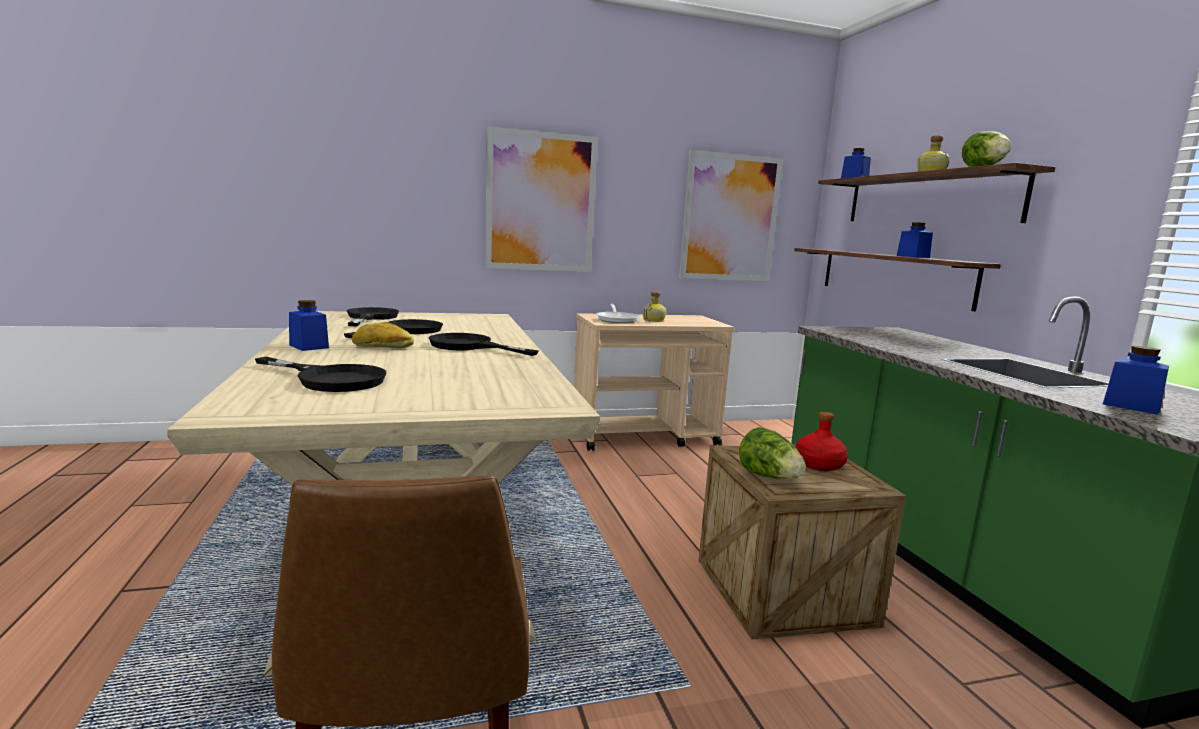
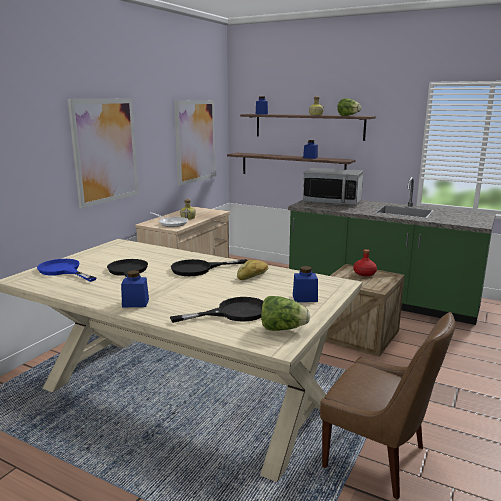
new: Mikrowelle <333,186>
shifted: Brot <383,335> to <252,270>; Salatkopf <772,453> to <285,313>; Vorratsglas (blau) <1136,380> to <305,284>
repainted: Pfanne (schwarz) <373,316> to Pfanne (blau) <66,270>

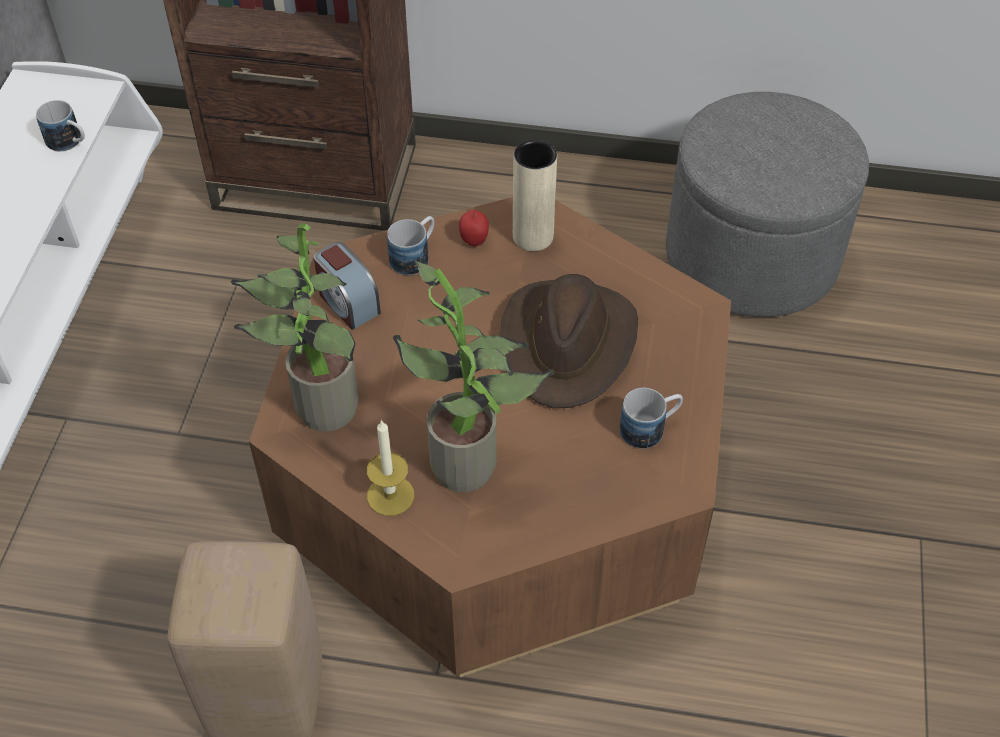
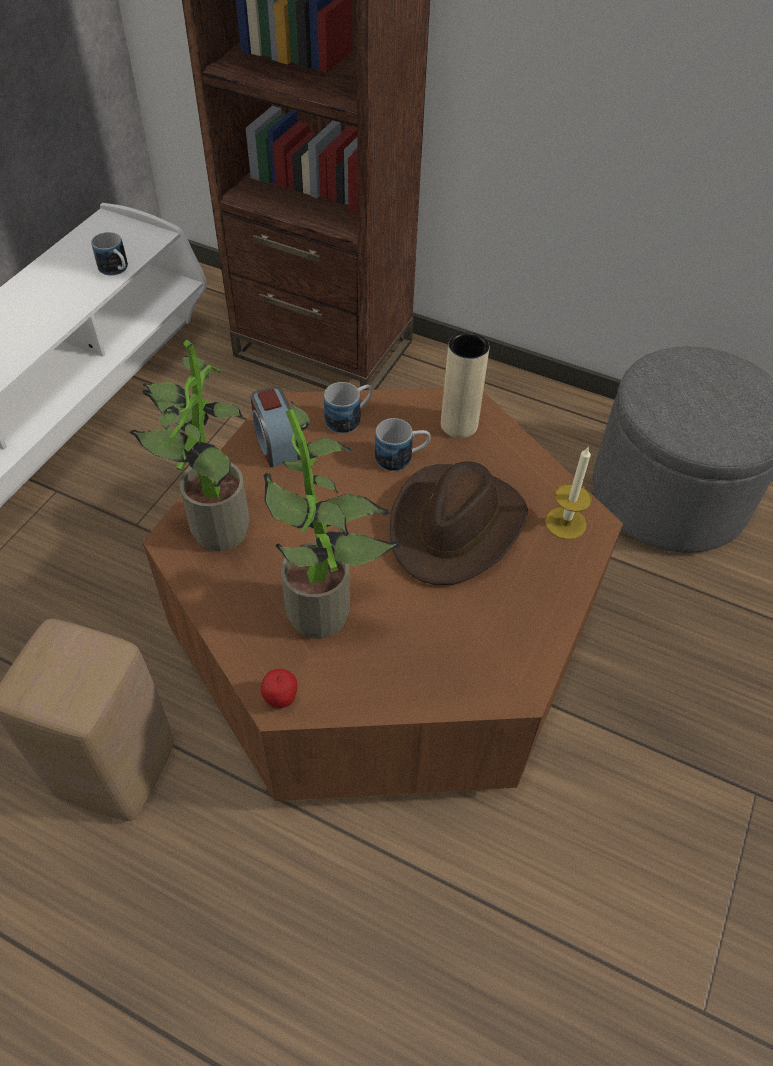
shifted: Kerze <390,468> to <568,493>; Apfel <474,228> to <279,688>; Henkelbecher <651,418> to <403,444>

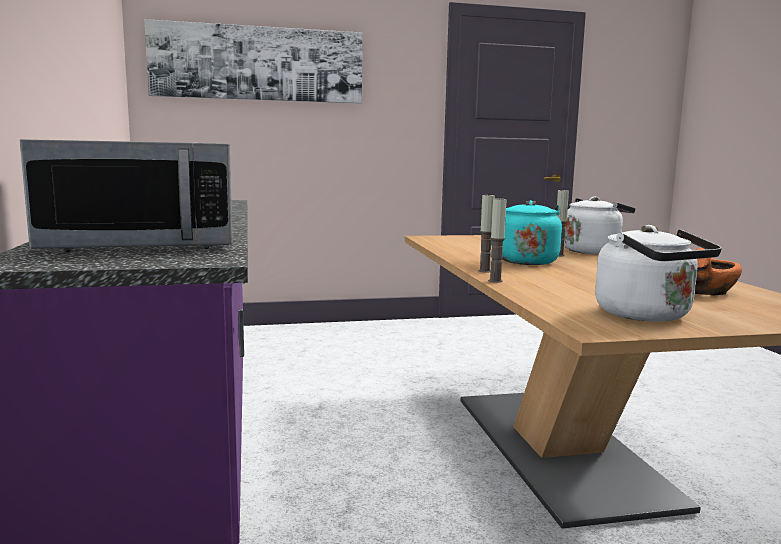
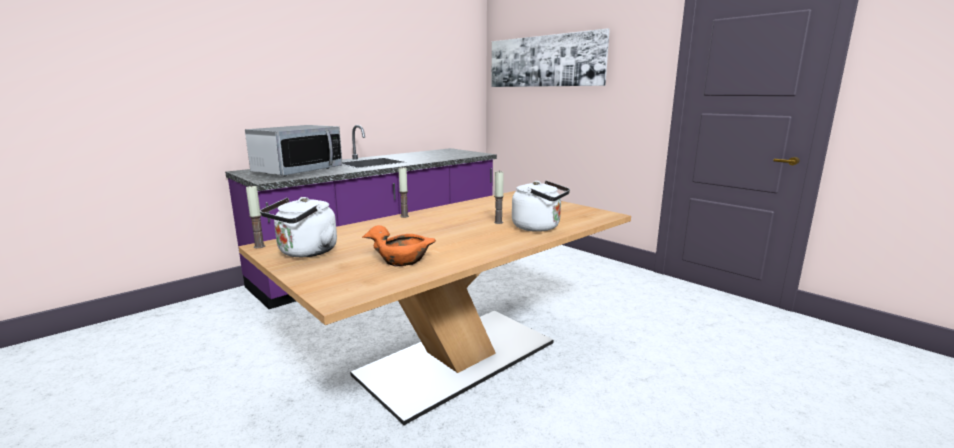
gone: Wasserkessel (türkis) <526,232>
shifted: Kerze <497,239> to <255,216>
rotated: Mikrowelle <126,195> = <294,151> 105 degrees counterclockwise

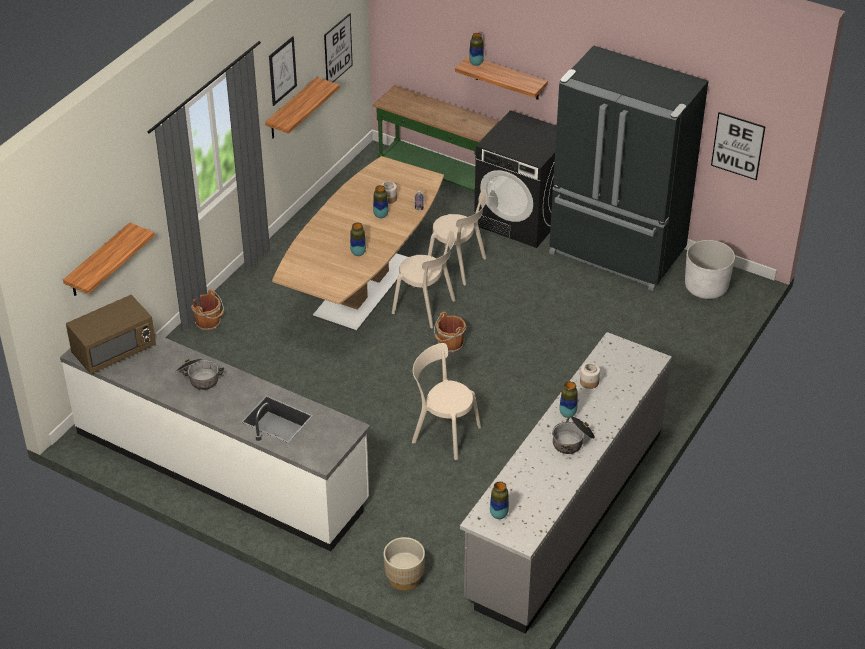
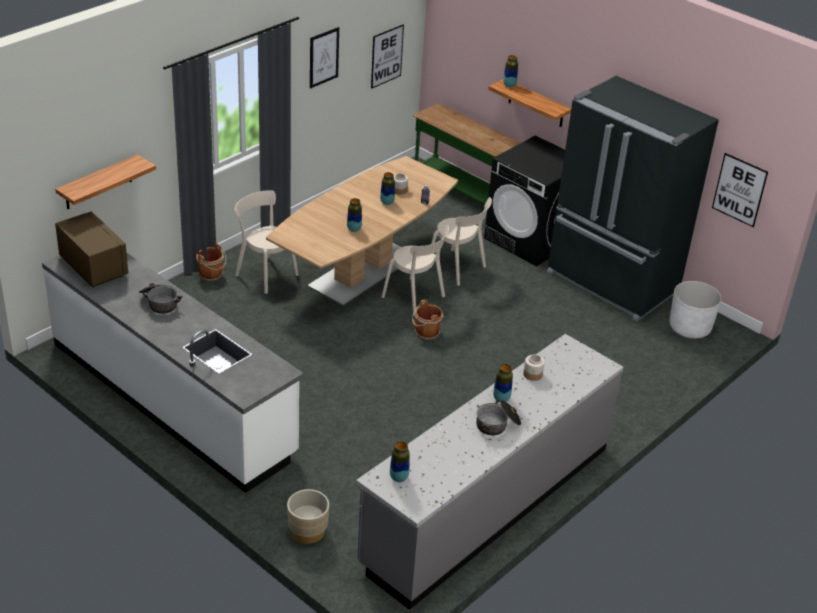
gone: Wandregal <302,107>
shifted: Stuhl (beige) <446,401> to <267,242>
rotated: Mikrowelle (braun) <111,334> = <91,249> 105 degrees counterclockwise

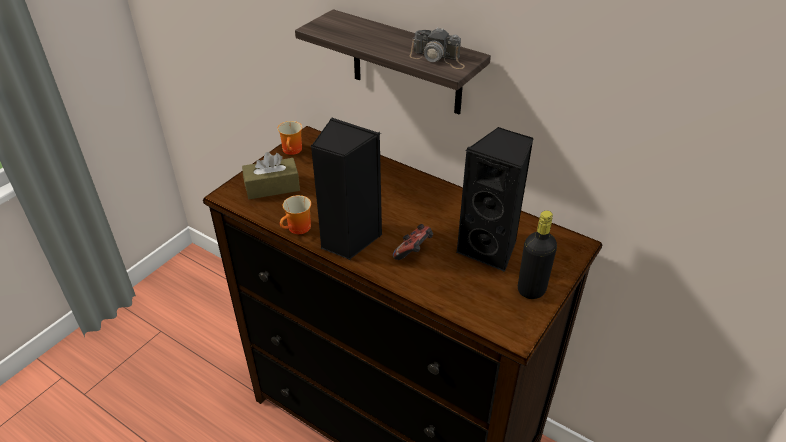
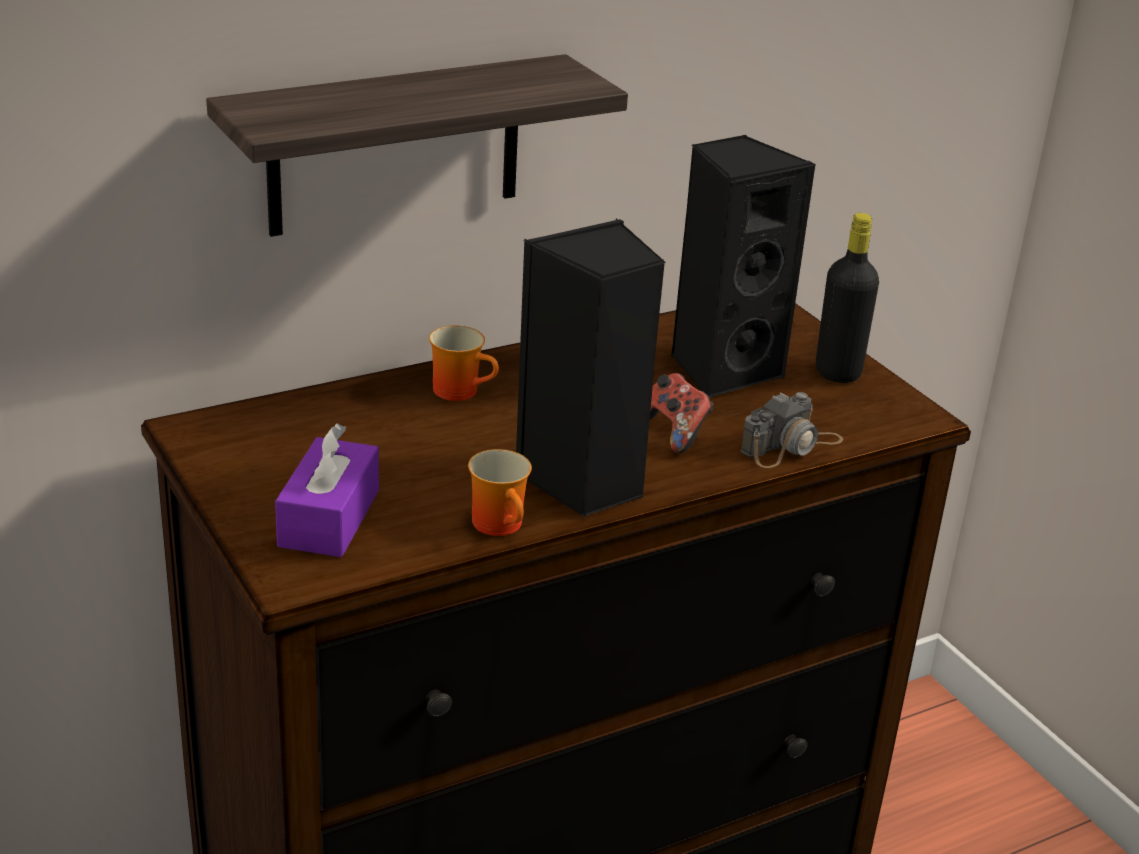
shifted: Henkelbecher <290,138> to <464,363>; Kamera <437,48> to <791,430>
repainted: Taschentuchbox (braun) <271,175> to Taschentuchbox (lila) <327,490>

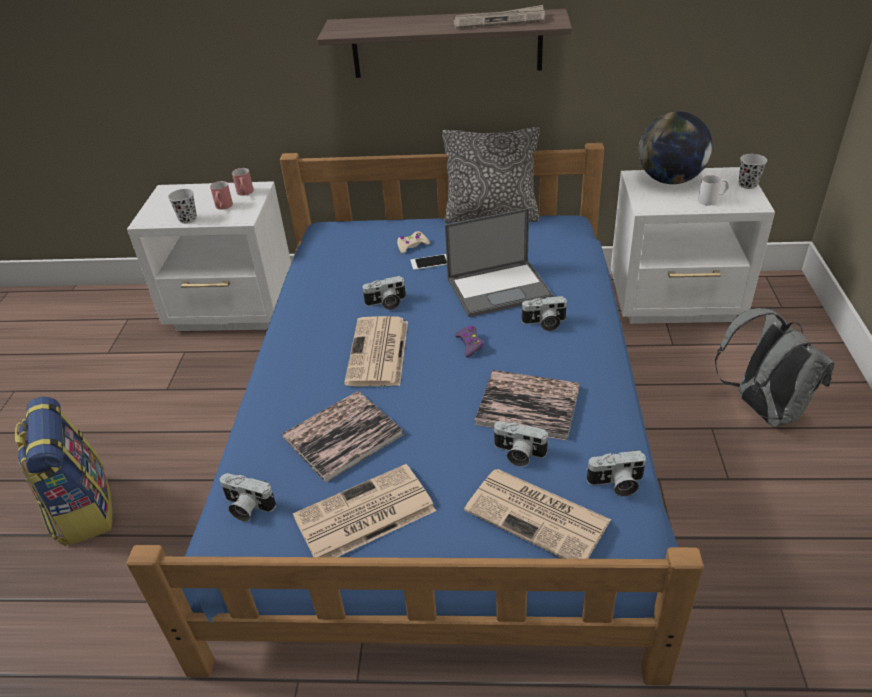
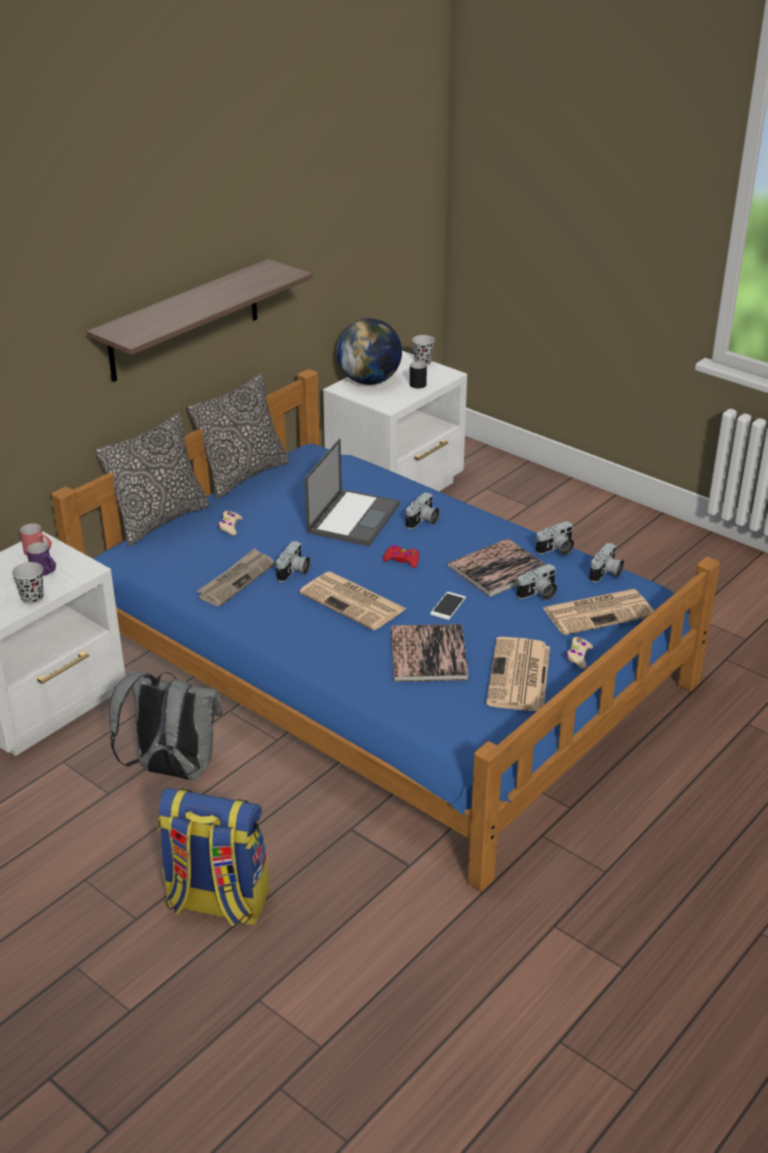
new: Kissen <152,479>; Gamepad (beige) <579,653>
shifted: Kamera <248,497> to <555,538>; Handy <428,262> to <448,606>; Zeitung <499,17> to <236,577>; Rucksack (grau) <774,367> to <165,725>
repainted: Henkelbecher (rot) <221,195> to Henkelbecher (lila) <41,559>; Gamepad (lila) <469,341> to Gamepad (rot) <401,556>; Henkelbecher (weiß) <713,190> to Henkelbecher (schwarz) <418,375>

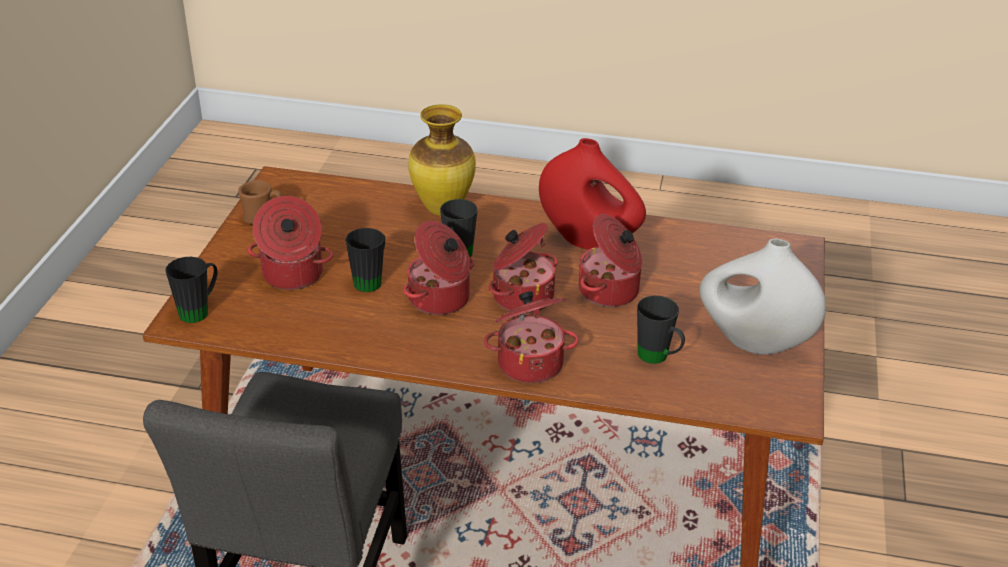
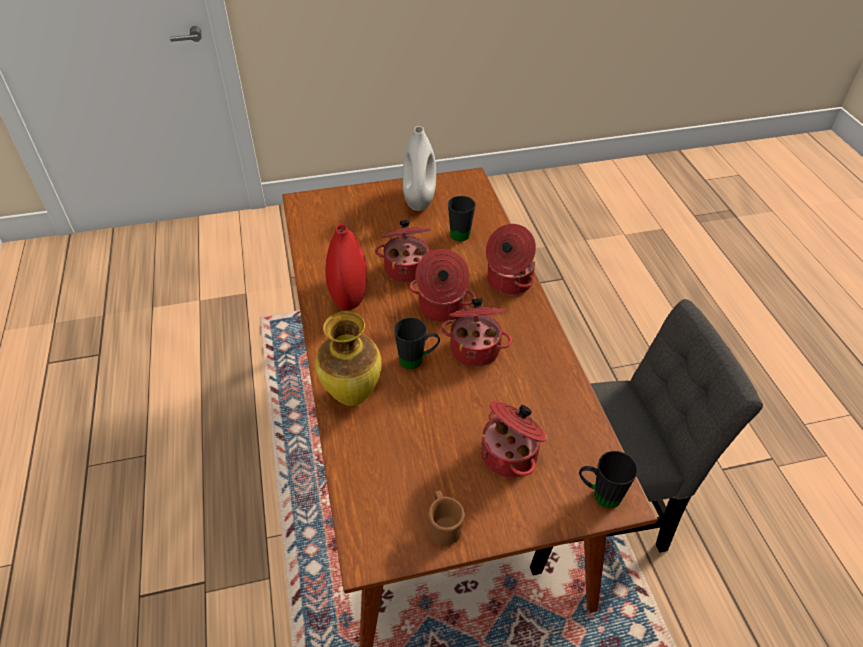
gone: Henkelbecher (schwarz) <365,260>

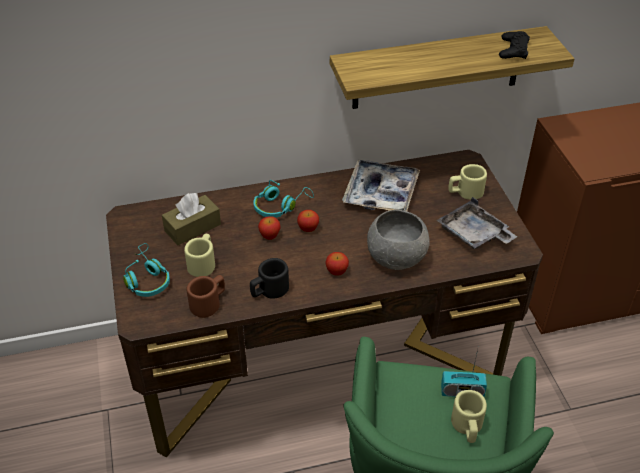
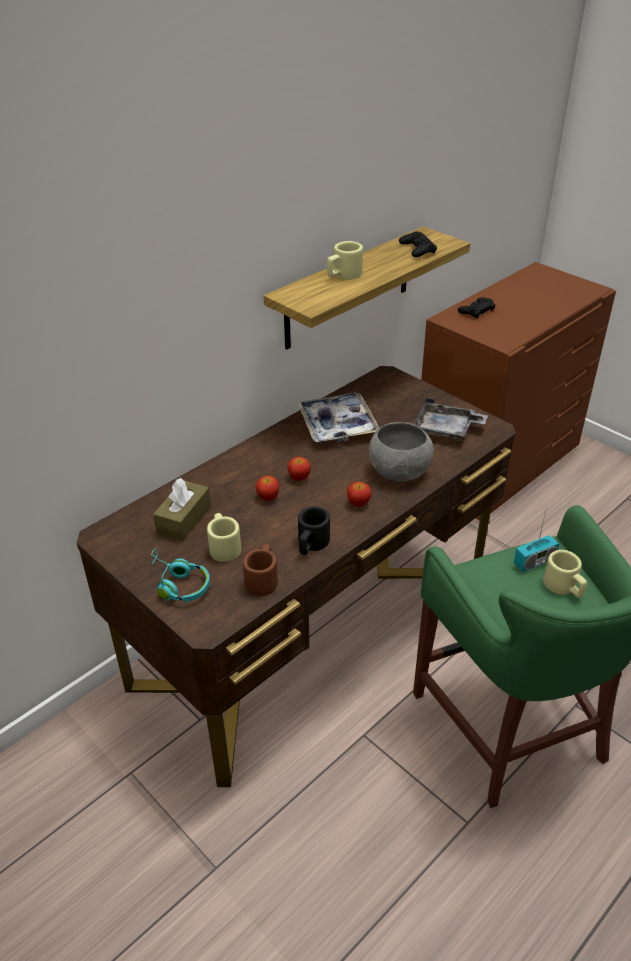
gone: Kopfhörer (türkis) <283,199>
new: Gamepad (schwarz) <477,307>
shifted: Henkelbecher (beige) <468,182> to <345,260>

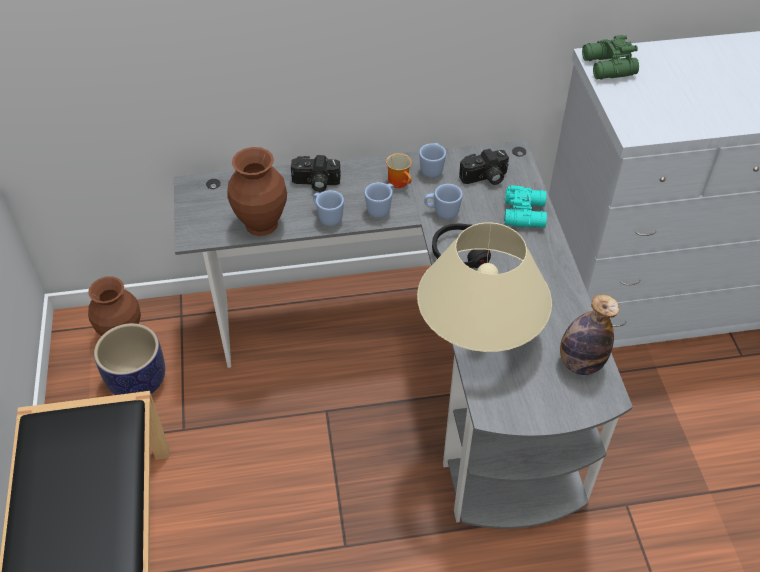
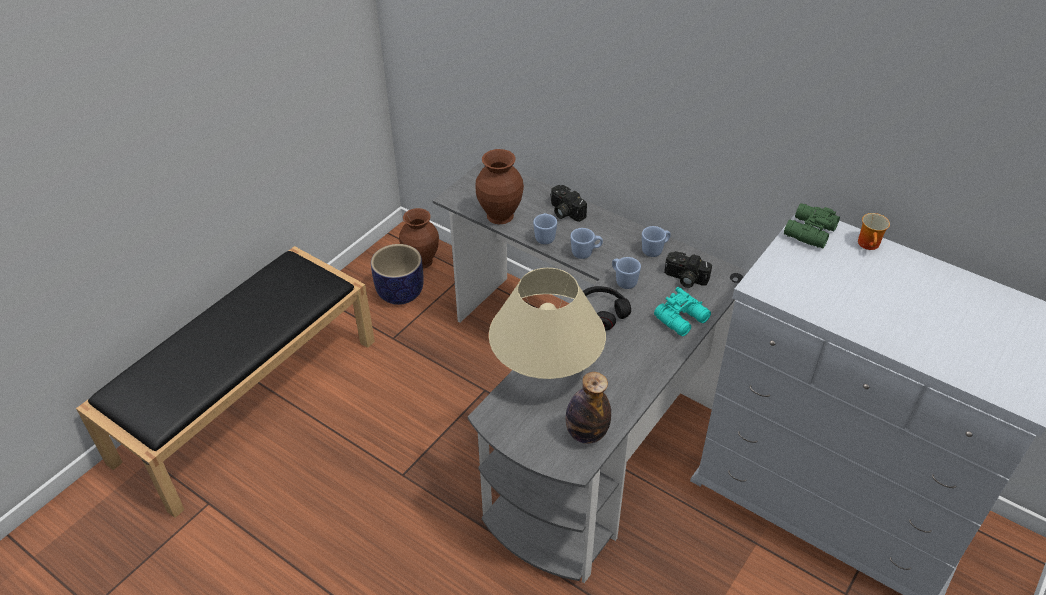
shifted: Henkelbecher <399,170> to <874,231>

